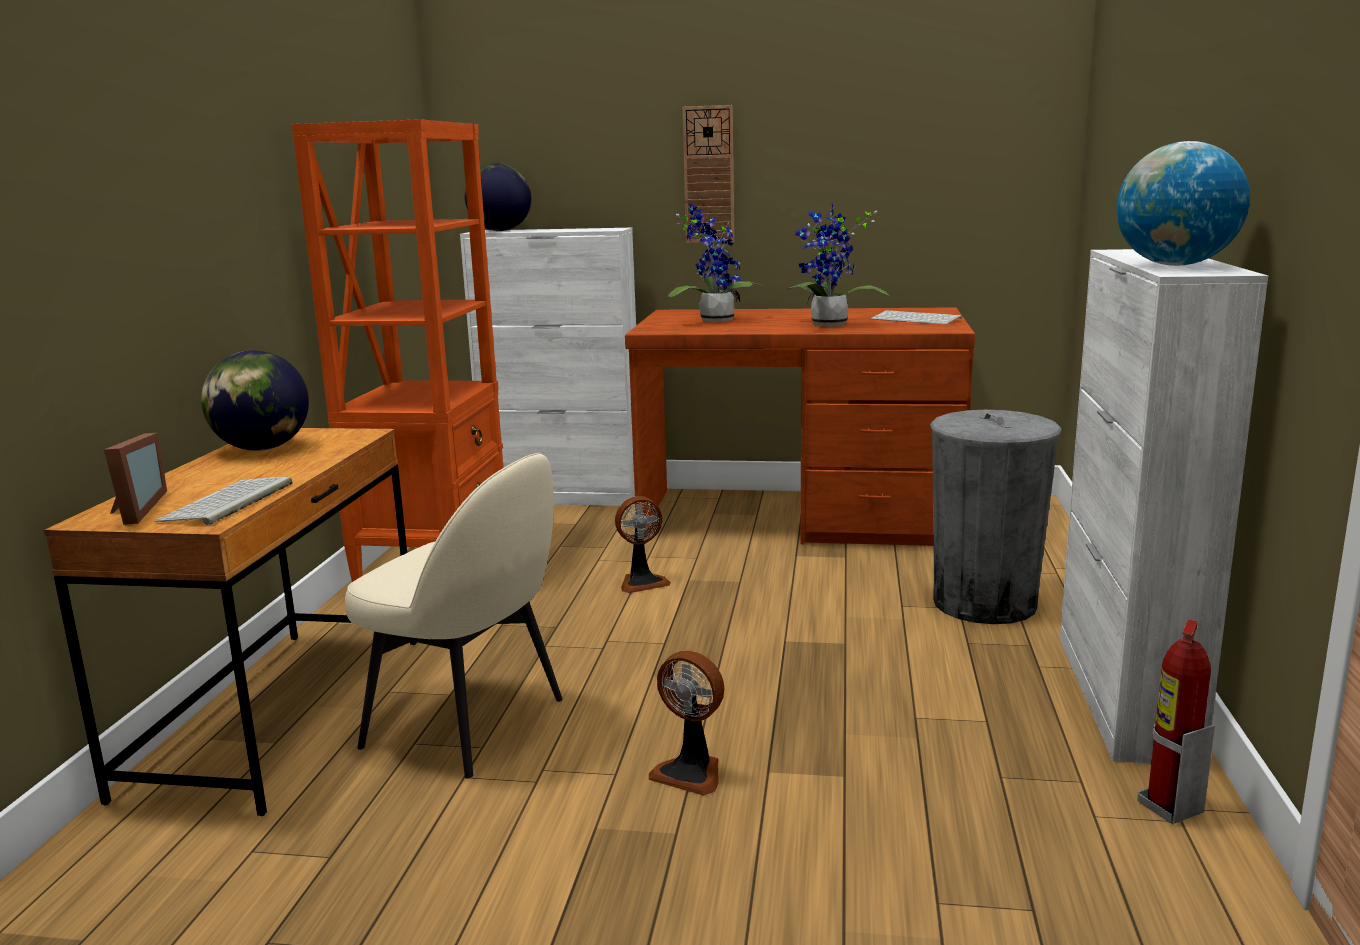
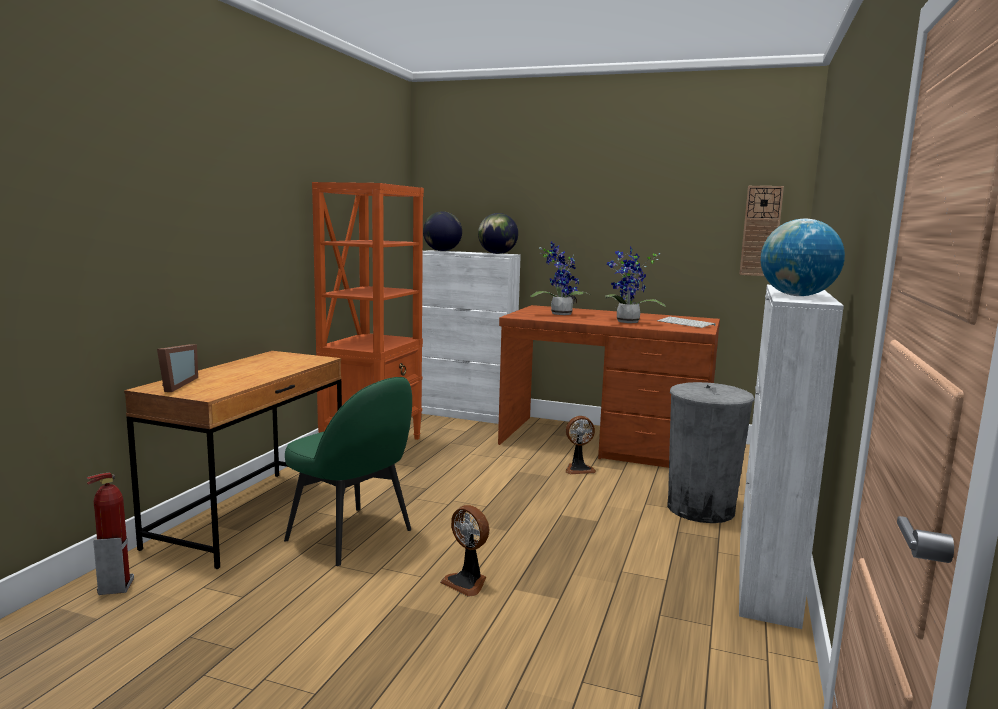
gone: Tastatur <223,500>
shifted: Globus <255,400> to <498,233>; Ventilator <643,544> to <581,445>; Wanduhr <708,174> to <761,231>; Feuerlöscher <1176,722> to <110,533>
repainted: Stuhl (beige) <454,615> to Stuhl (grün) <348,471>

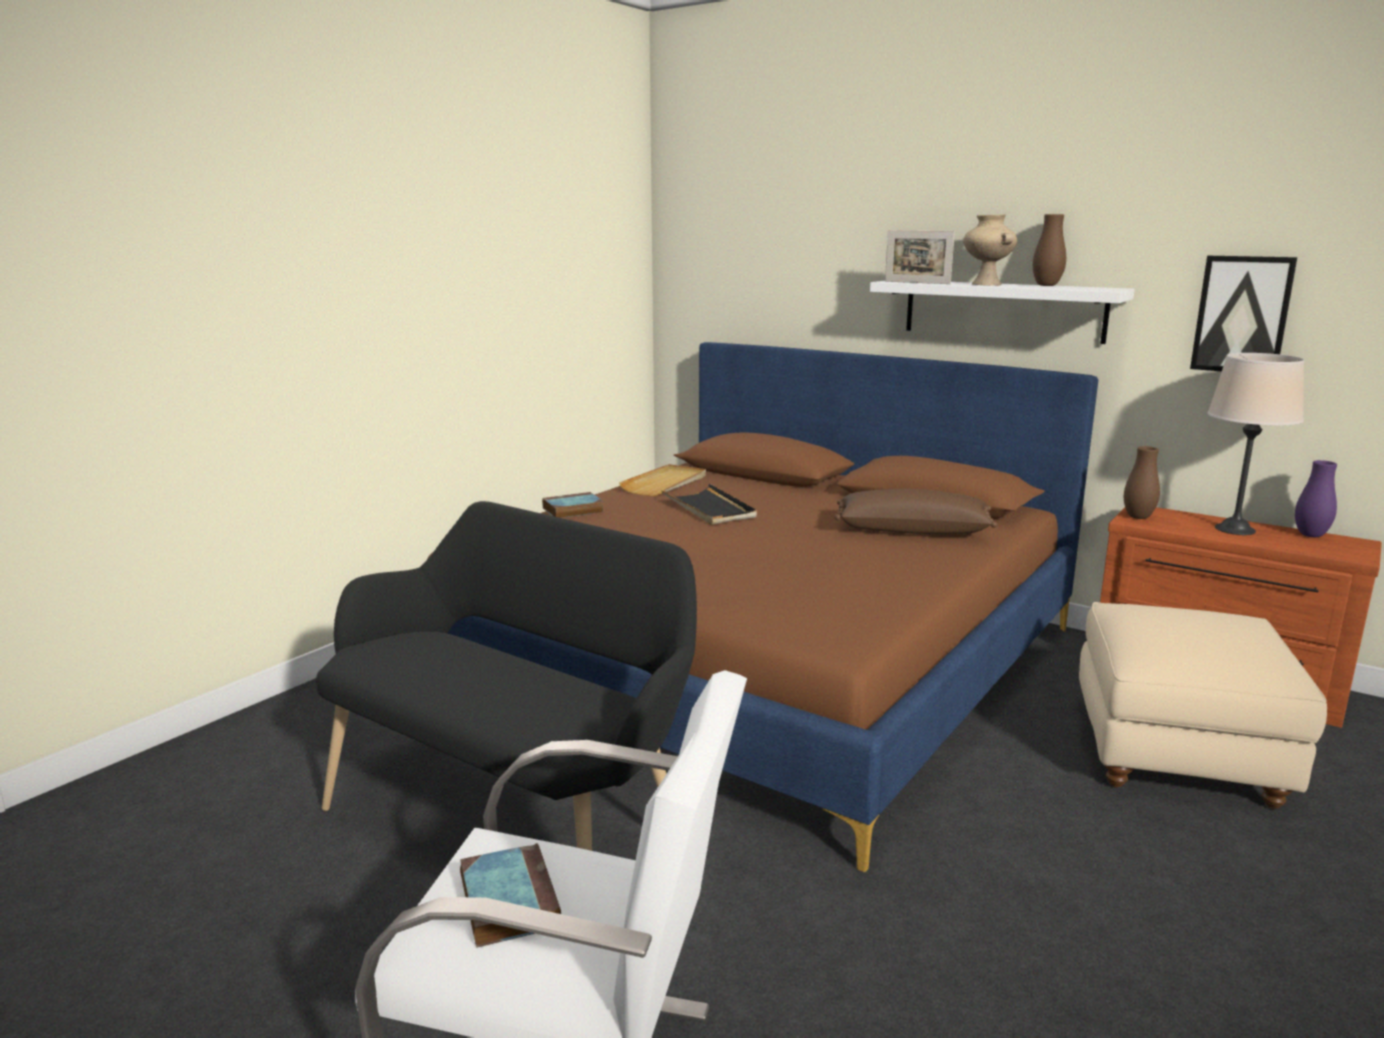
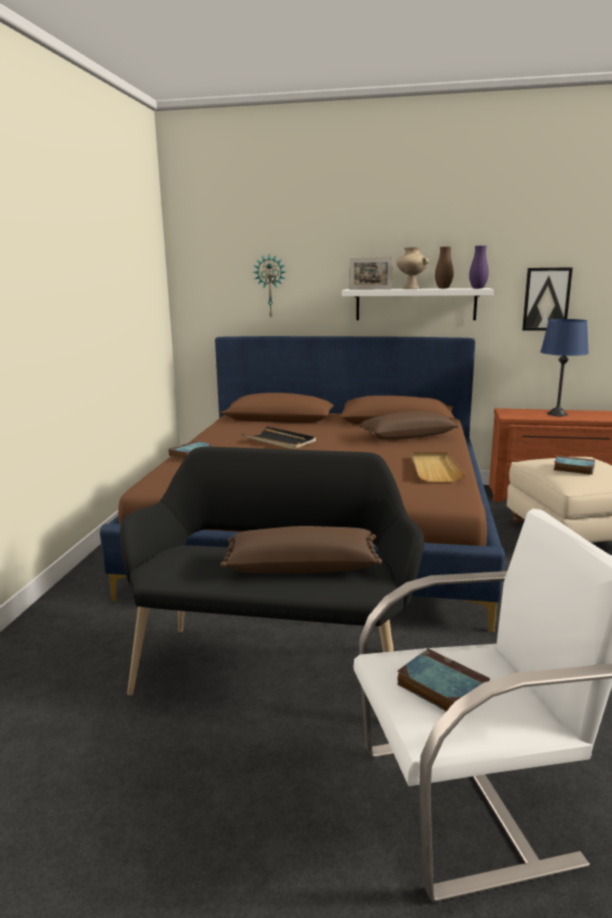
gone: Vase (braun) <1142,482>
new: Kissen (braun) <301,549>; Wanduhr <269,285>; Buch <574,465>
shifted: Tablett (beige) <662,480> to <438,467>; Vase (lila) <1316,498> to <479,267>
repainted: Tischlampe (beige) <1255,444> to Tischlampe (blau) <564,367>

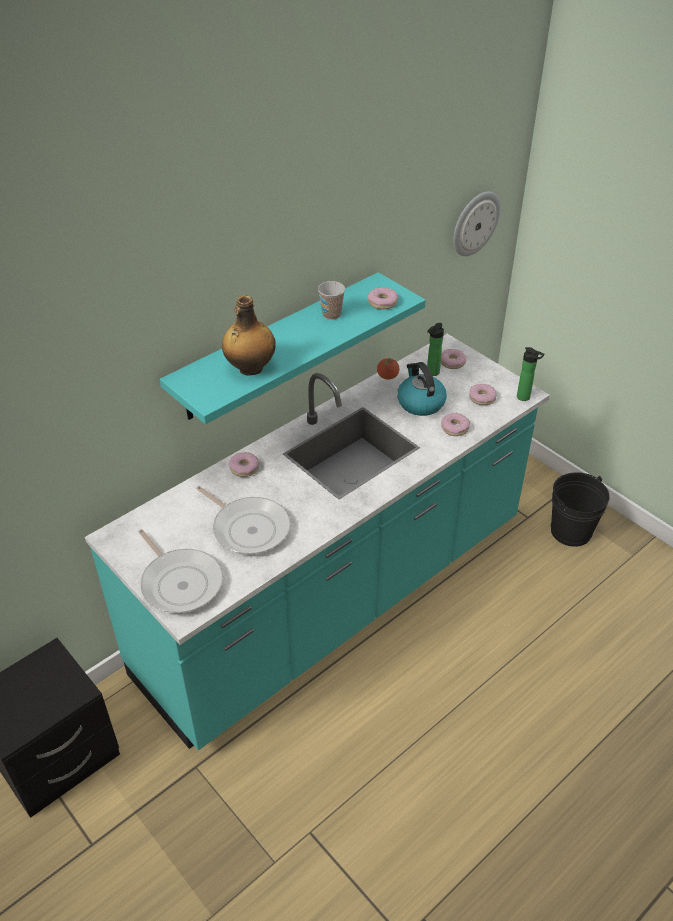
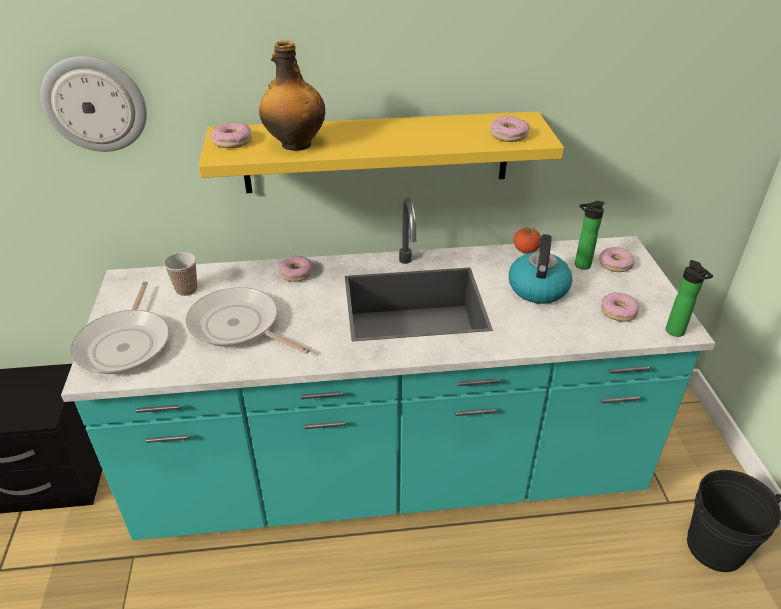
shifted: Tasse <331,300> to <180,274>; Donut <455,424> to <231,135>; Wanduhr <476,224> to <93,104>
repainted: Wandregal (türkis) <293,348> to Wandregal (gelb) <381,152>
rotated: Pfanne <243,520> = <248,320> 135 degrees clockwise

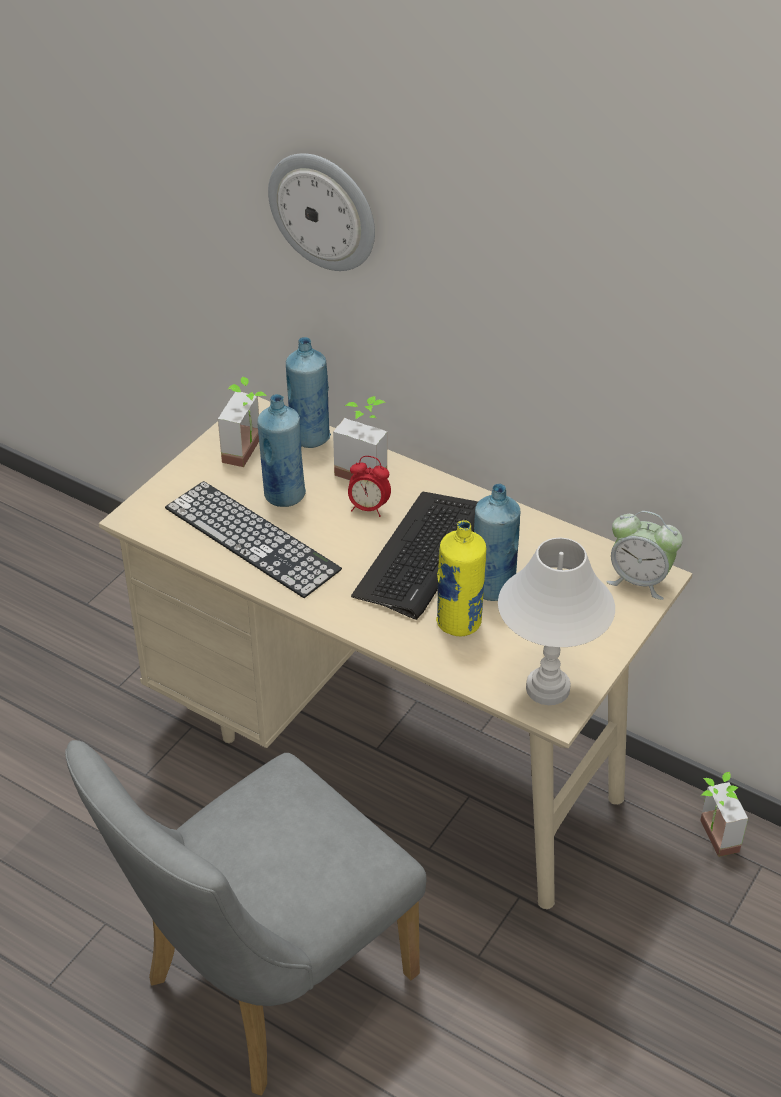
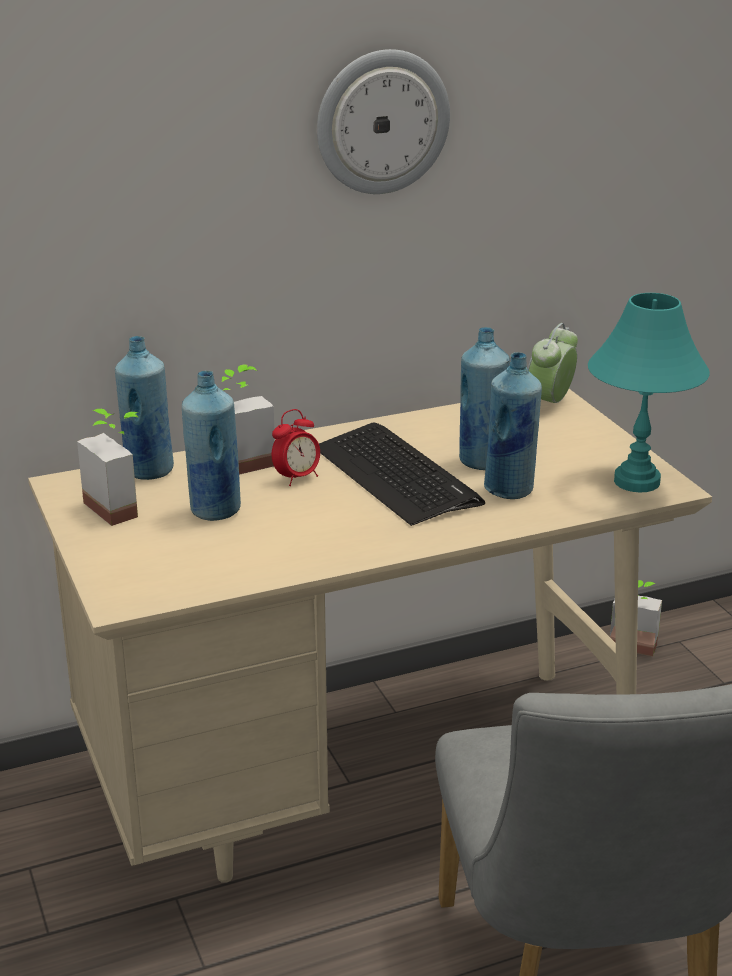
gone: Tastatur <253,539>
shifted: Wanduhr <321,212> to <383,121>
repainted: Flasche (gelb) <461,578> to Flasche (blau) <513,425>; Tischlampe (weiß) <556,621> to Tischlampe (türkis) <649,392>
rotated: Wecker <645,555> = <552,363> 150 degrees clockwise

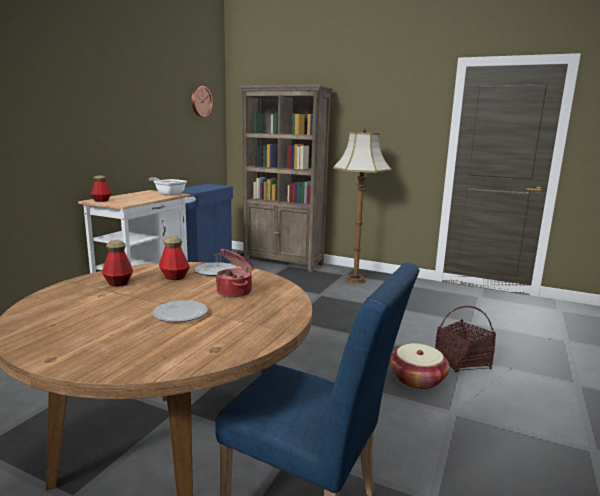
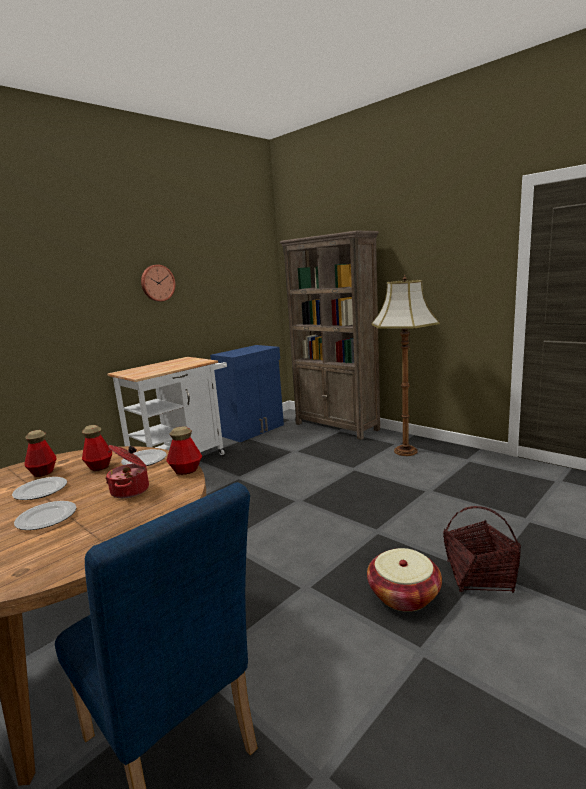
gone: Pfanne <168,186>
new: Teller <39,488>
shifted: Flasche <101,188> to <184,451>; Wanduhr <202,101> to <158,283>

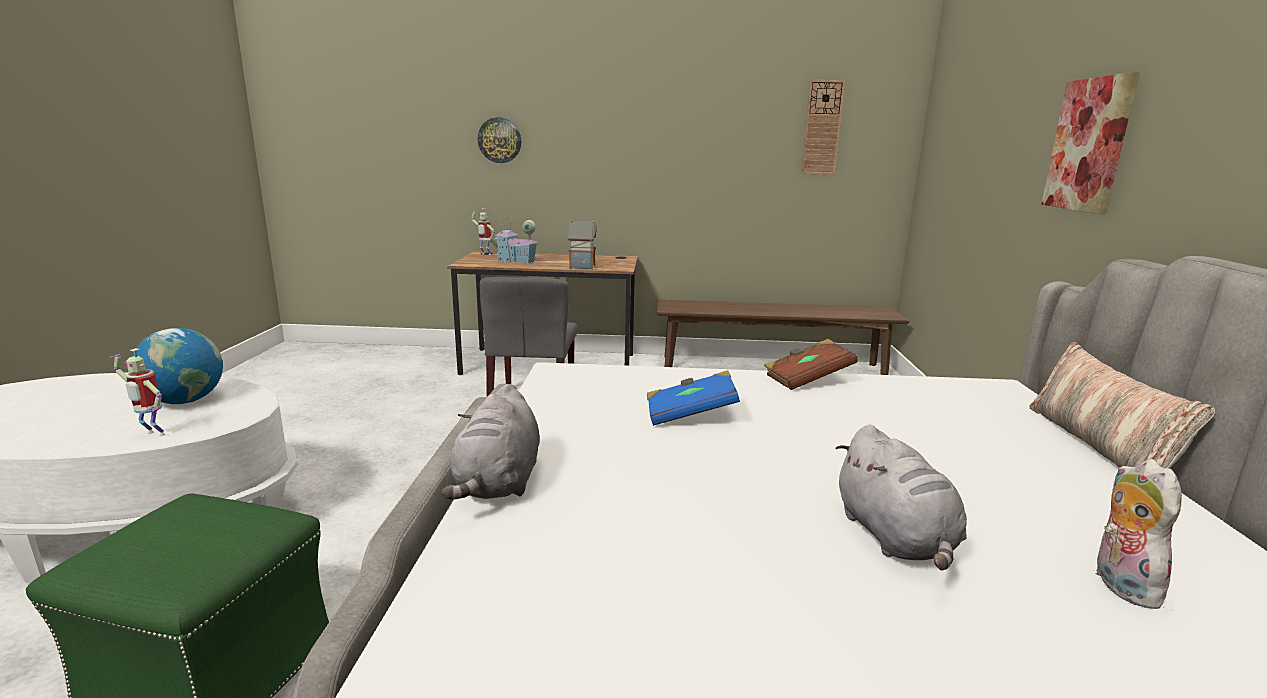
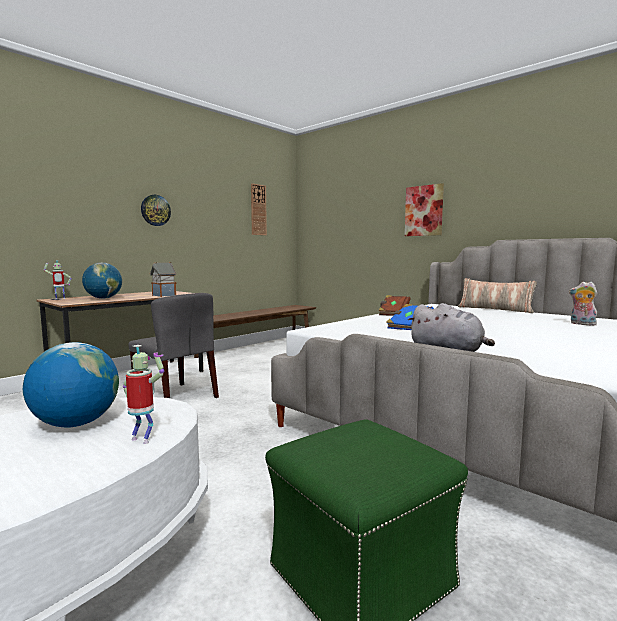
gone: Plüschtier (grau) <901,497>
shifted: Wanduhr <499,140> to <156,210>
swapped: Spielzeughaus <516,239> to Globus <102,281>
rotated: Spielzeugroboter <138,392> = <143,394> 120 degrees counterclockwise

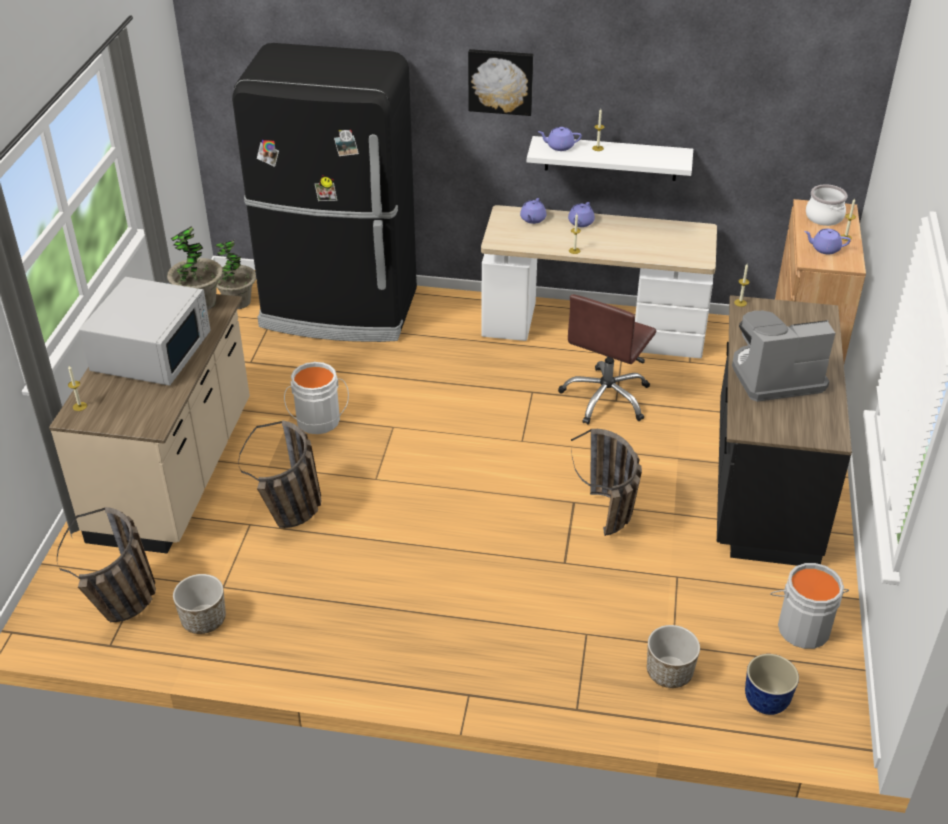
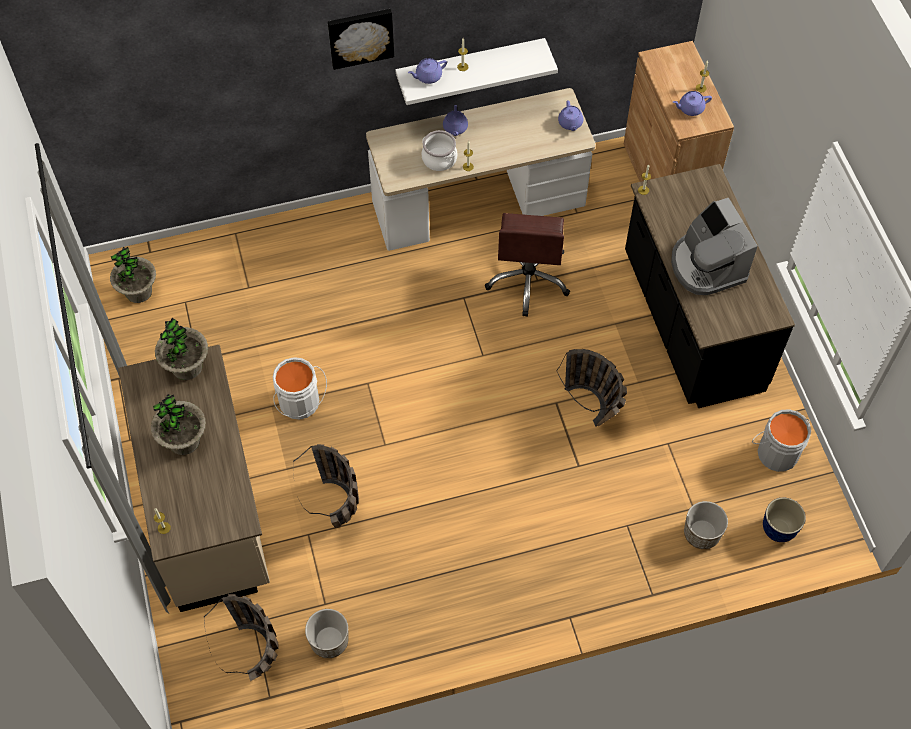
gone: Kühlschrank (schwarz) <324,192>
shifted: Teekanne (lila) <533,211> to <570,115>; Kochtopf <827,205> to <439,150>
swapped: Mikrowelle (weiß) <145,331> to Topfpflanze <178,424>
rotated: Kaffeemaschine <783,356> = <714,246> 75 degrees counterclockwise

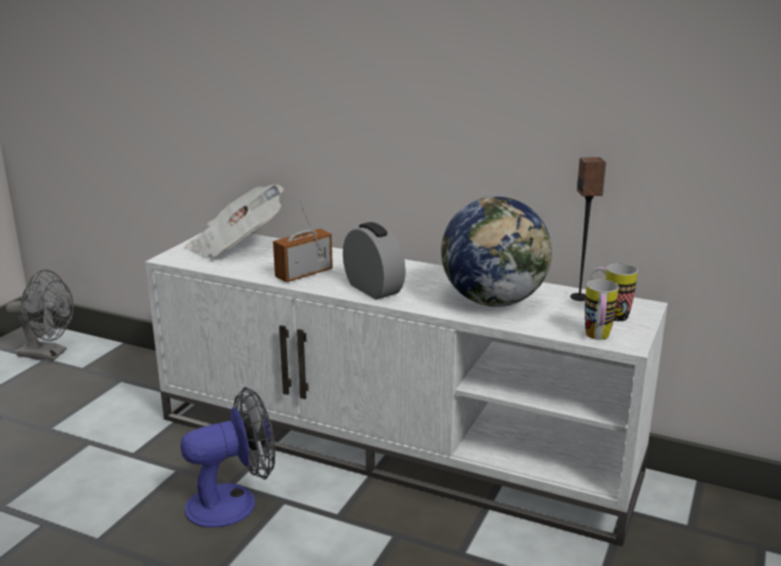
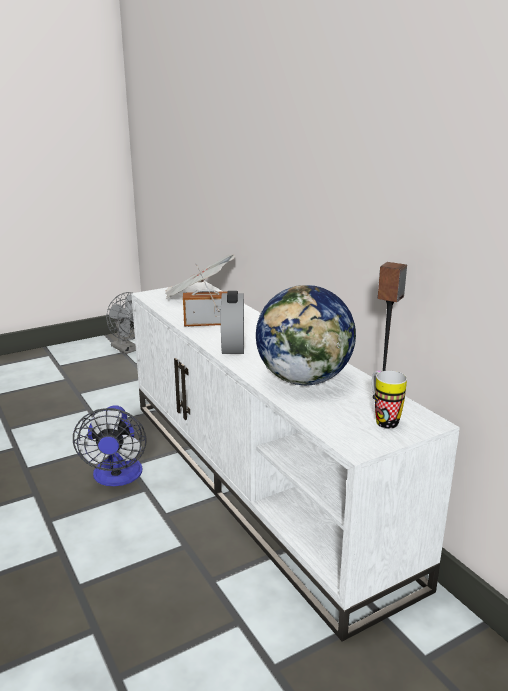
gone: Henkelbecher <602,309>
rotated: Ventilator <227,457> = <110,445> 75 degrees clockwise

